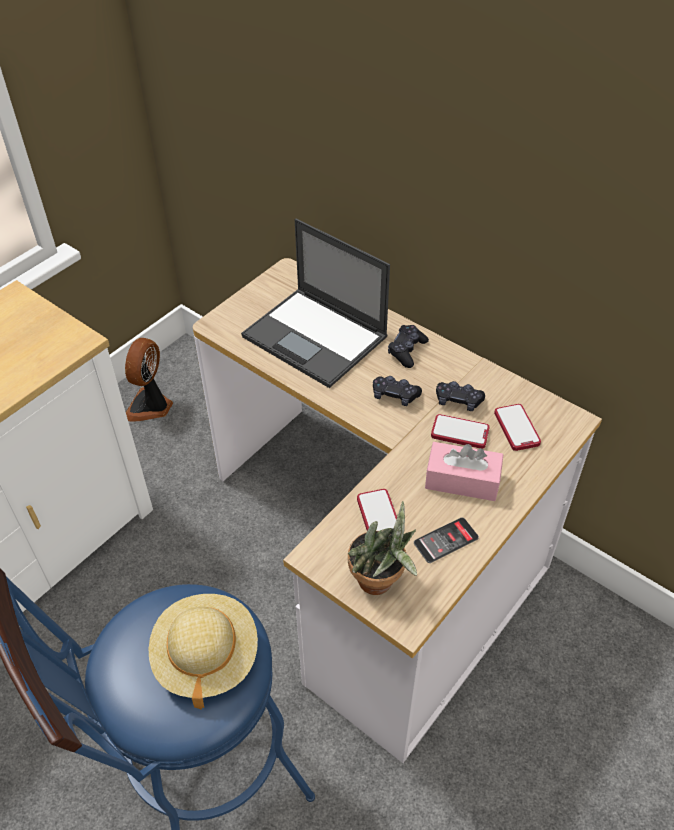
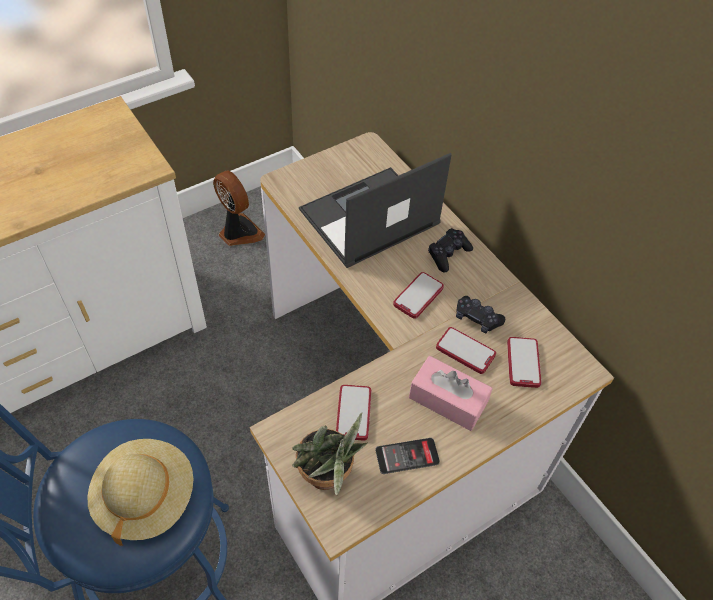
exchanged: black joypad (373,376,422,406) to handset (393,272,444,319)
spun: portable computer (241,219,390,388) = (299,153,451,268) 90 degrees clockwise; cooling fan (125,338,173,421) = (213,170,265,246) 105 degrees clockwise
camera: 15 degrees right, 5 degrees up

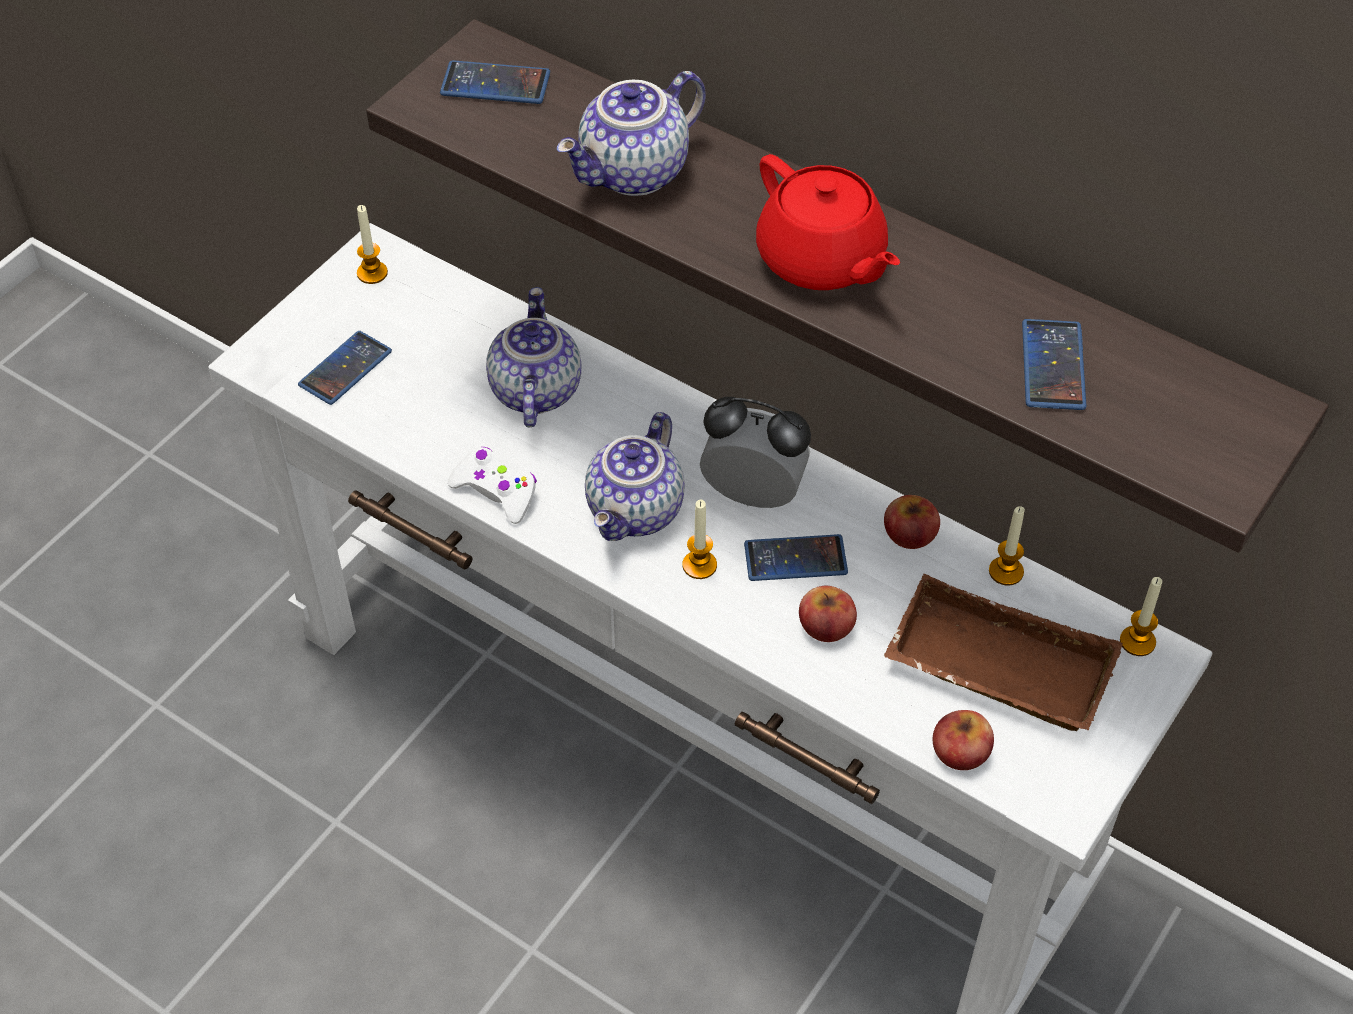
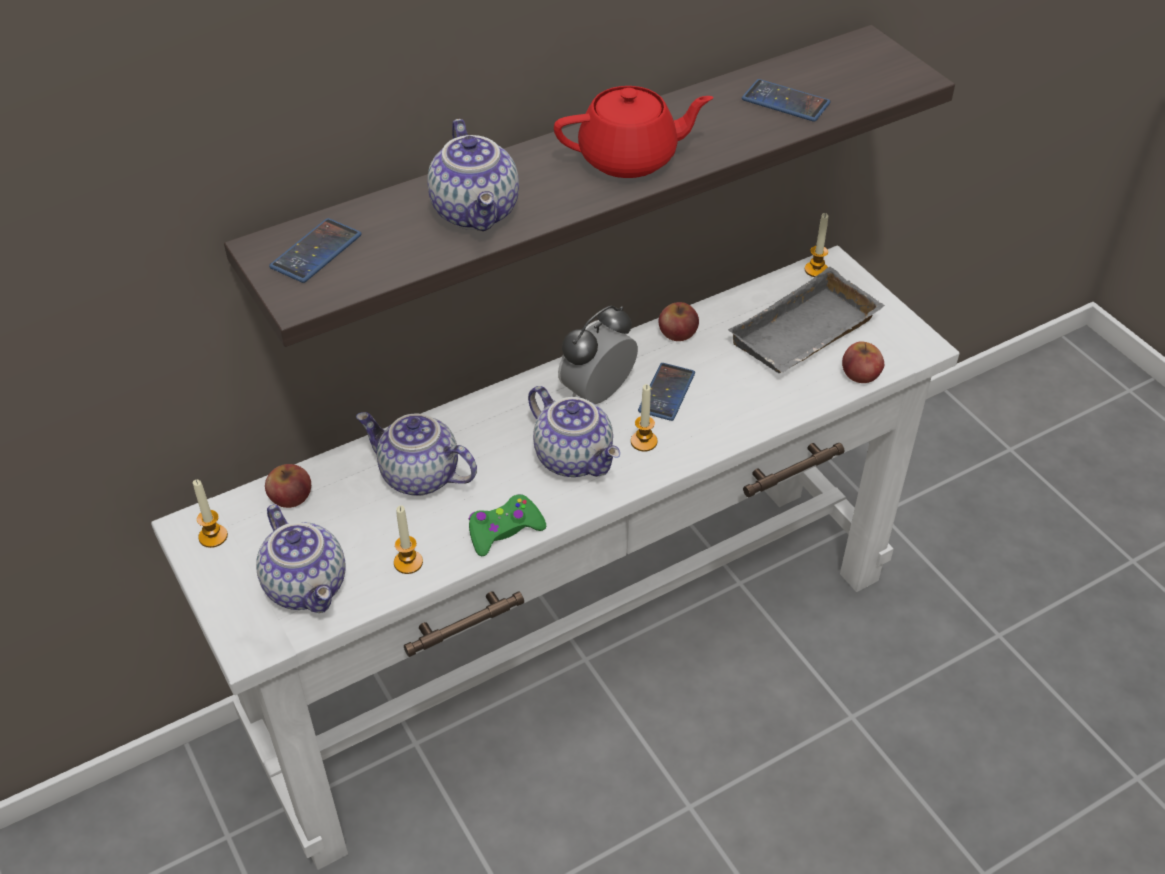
relocated: candle (989,506,1025,585) to (394,505,423,574); apple (799,586,857,642) to (265,464,311,508)
exchanged: handset (298,331,392,405) to pot for tea (256,504,345,613)
colour: white joypad (448,447,537,524) to green joypad (469,494,546,556); brownish carrying tray (884,574,1123,731) to grey carrying tray (728,267,885,373)
camera: 65 degrees left, 5 degrees down

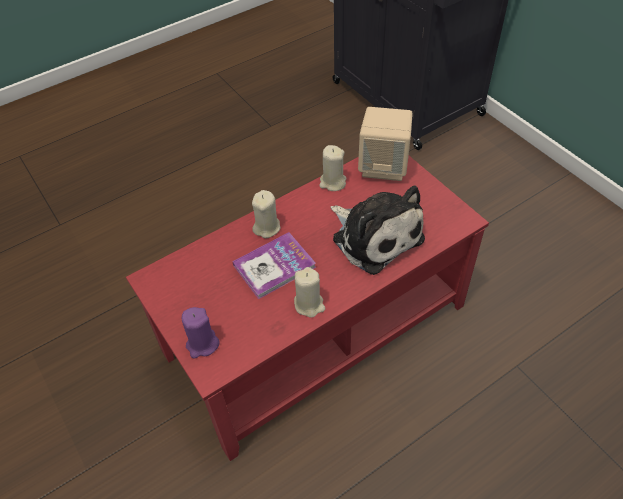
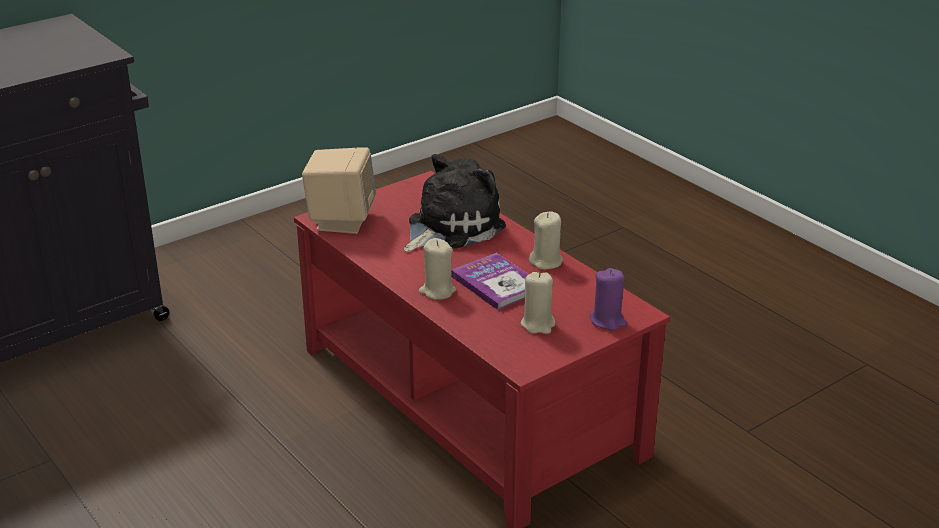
relocated: beige-coloured candle (319,145,346,191) to (521,272,555,334)
camera: 95 degrees left, 20 degrees down

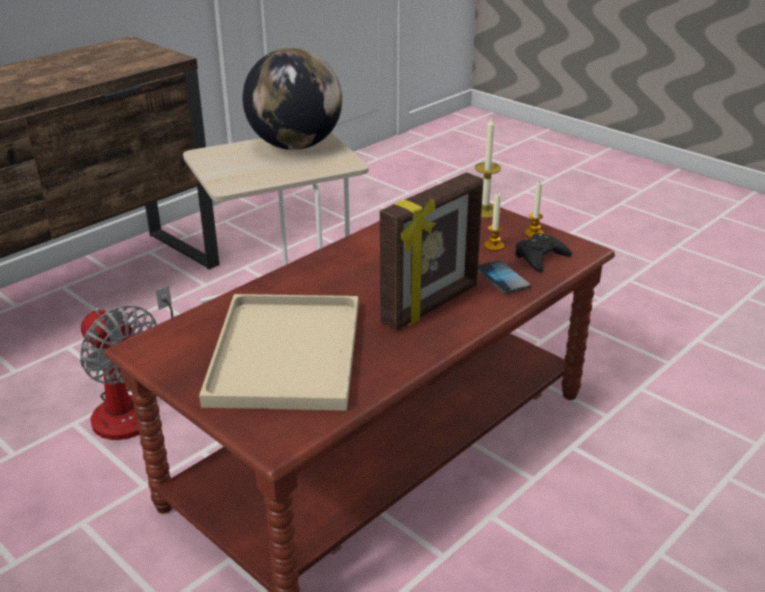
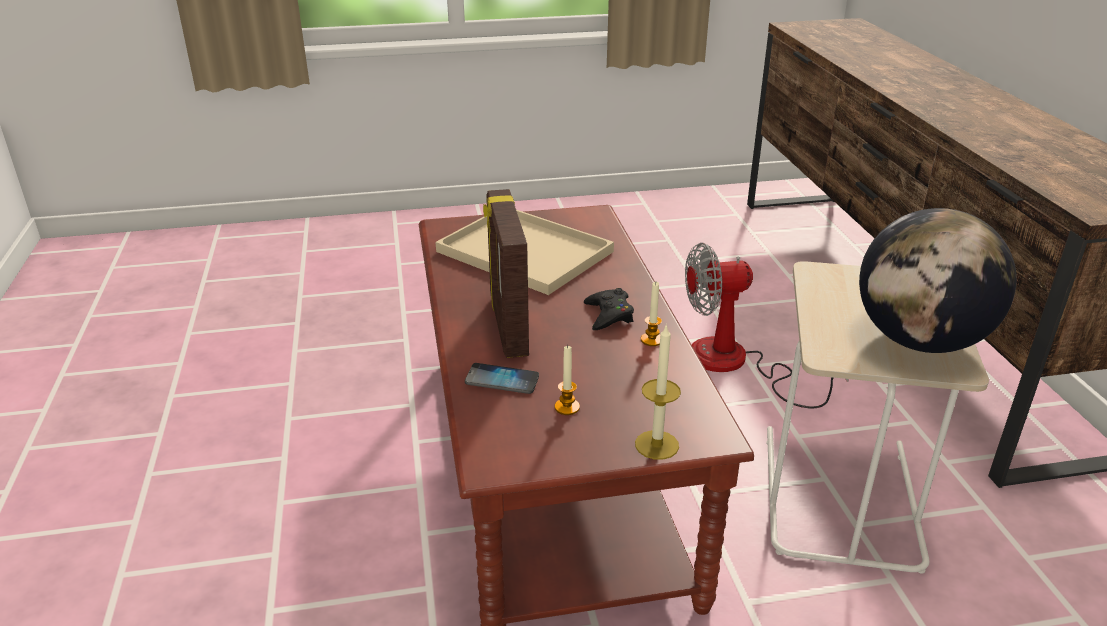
relocated: candle (524,181,544,238) to (641,282,662,346); black joypad (515,233,572,273) to (584,288,634,330)
camera: 125 degrees right, 0 degrees up

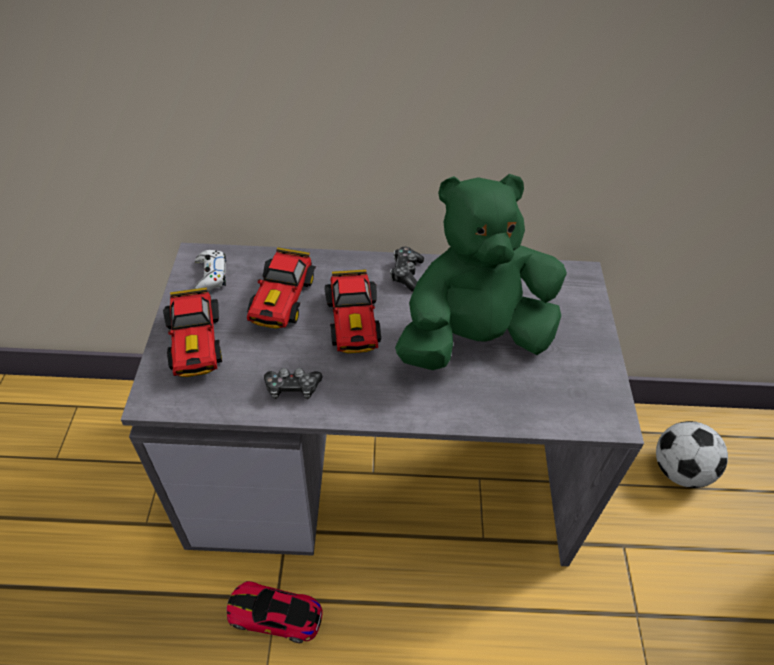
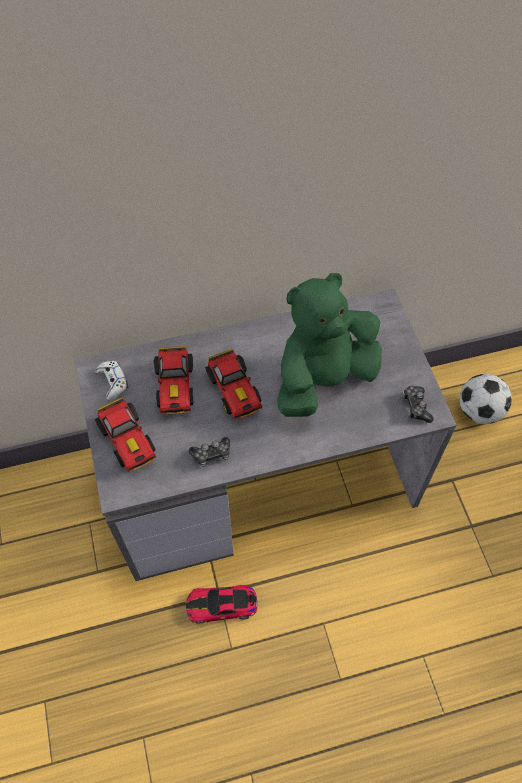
relocated: joypad (390,247,424,292) to (403,386,434,423)
camera: 15 degrees left, 10 degrees up

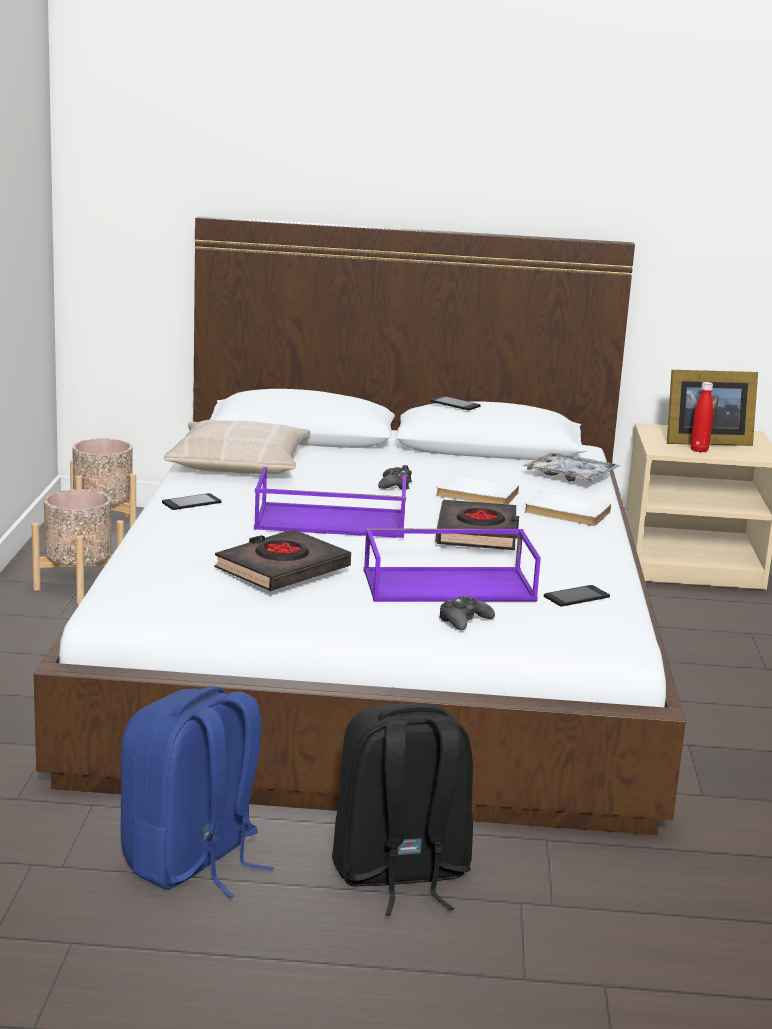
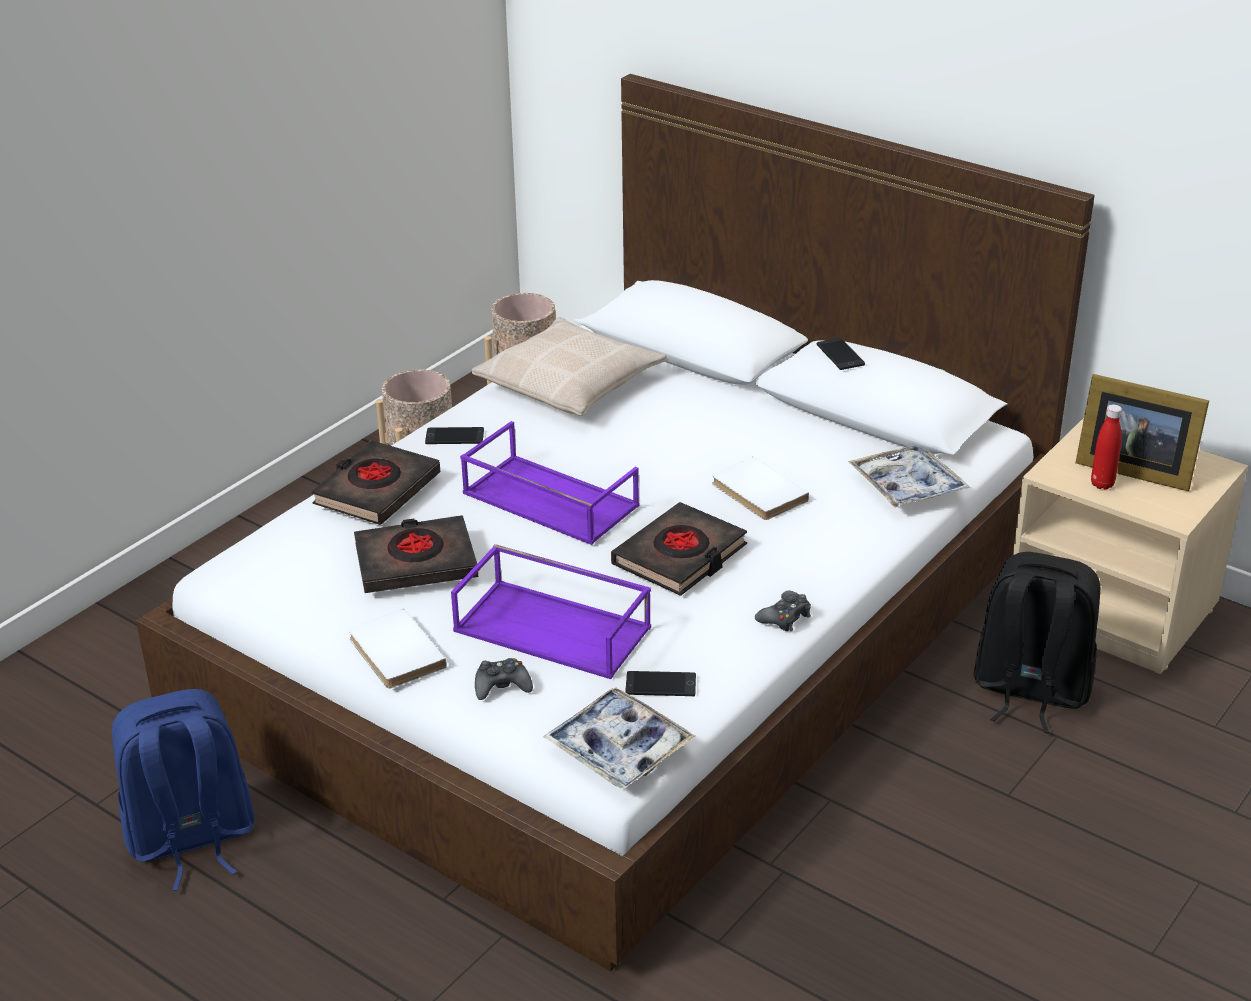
appeared: black book (312,440,440,525); carrying tray (543,688,695,788)
relocated: black joypad (378,465,412,490) to (755,590,811,631); white book (524,491,611,526) to (349,609,447,688); black rucksack (332,703,473,916) to (974,552,1100,733)
camera: 35 degrees right, 15 degrees up

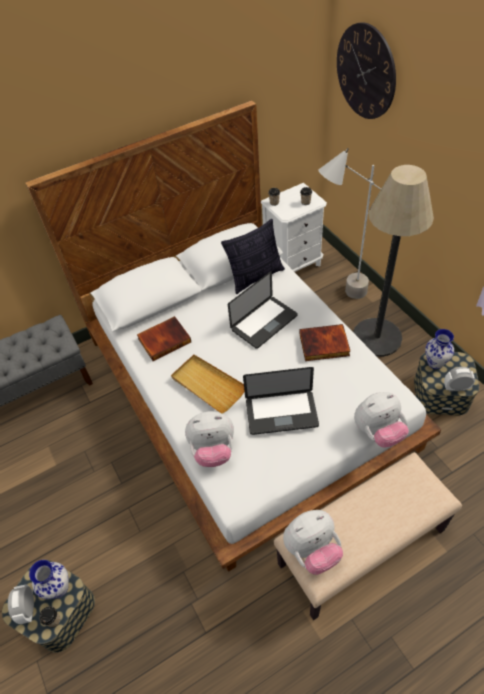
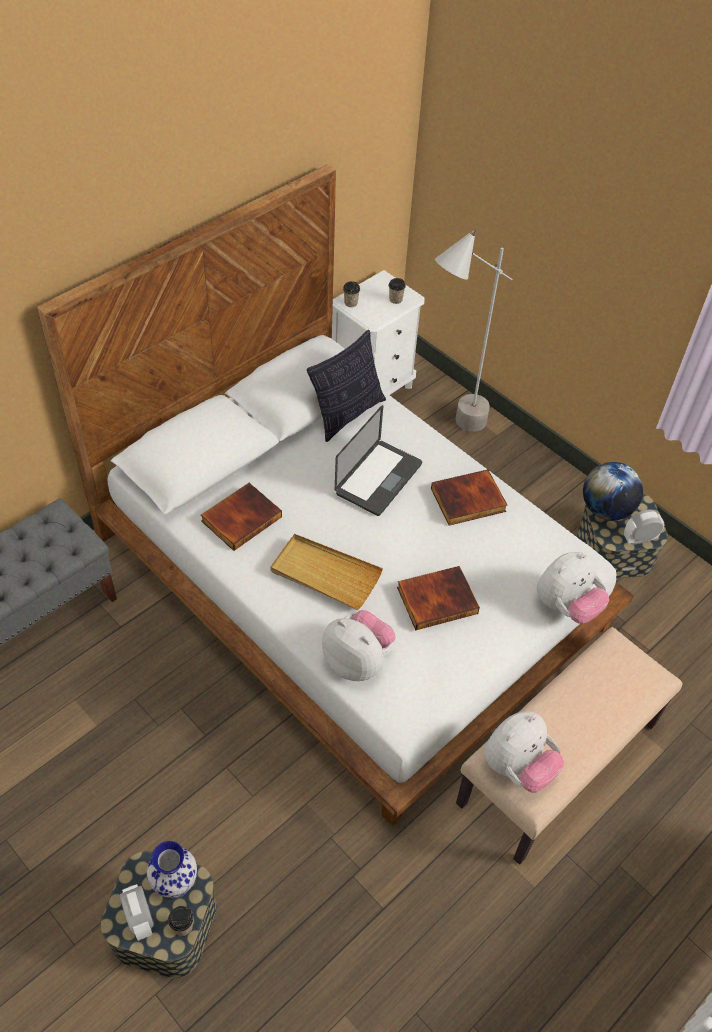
missing: clock on the wall (337,22,396,119); standard lamp (353,165,434,357)
exchanged: decorative vase (425,329,454,369) to world globe (583,462,643,520); portable computer (243,367,319,435) to book (397,566,480,631)
spun: cuddly toy (185,411,234,467) = (322,610,396,681) 120 degrees counterclockwise
camera: 20 degrees left, 0 degrees up

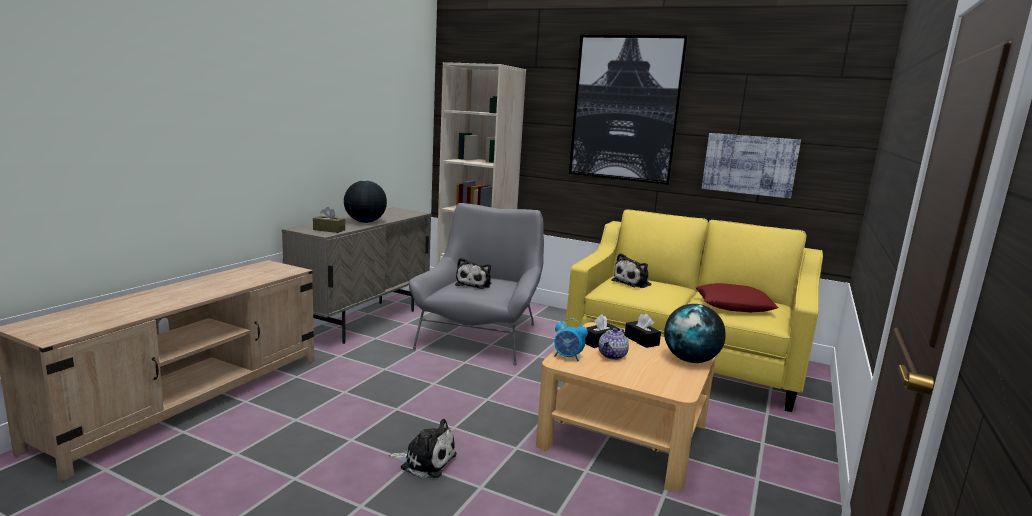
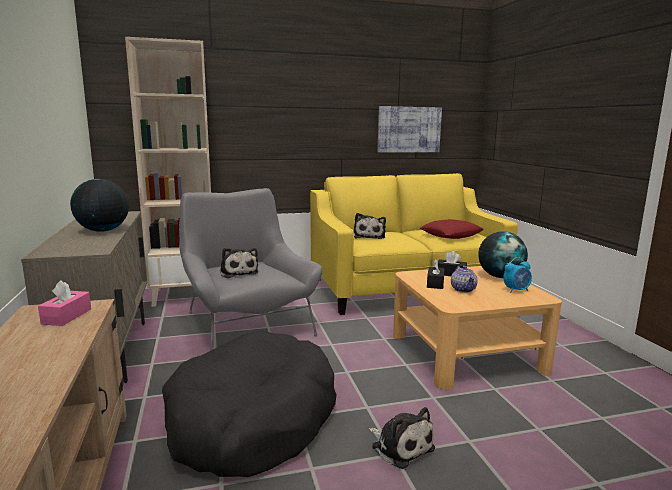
missing: wall picture (569,35,688,185); brownish tissue holder (313,207,345,233)
appeared: pink-coloured tissue holder (38,280,91,326); black dog cushion (162,331,337,477)
relocated: table clock (554,318,588,361) to (503,257,532,293)
spun: cuddly toy (389,419,457,478) = (369,407,435,469) 75 degrees clockwise
camera: 40 degrees left, 0 degrees up

